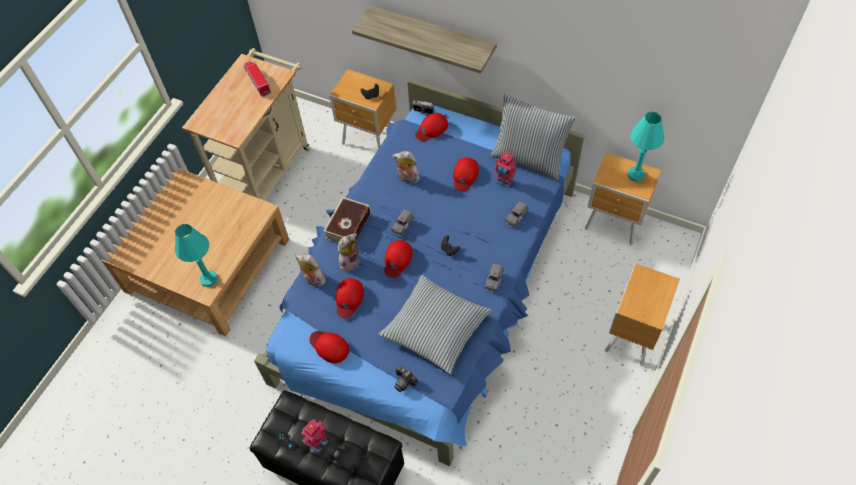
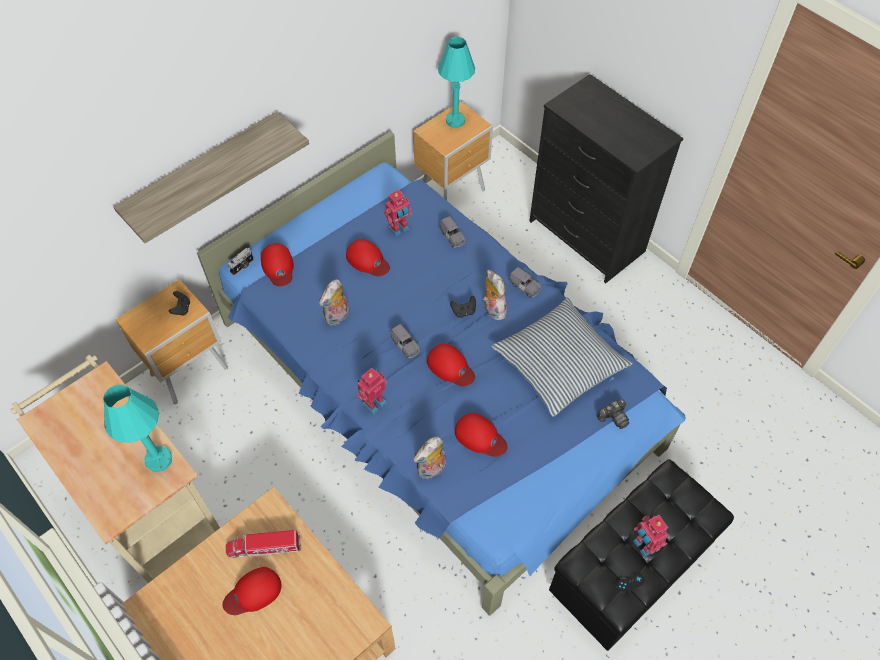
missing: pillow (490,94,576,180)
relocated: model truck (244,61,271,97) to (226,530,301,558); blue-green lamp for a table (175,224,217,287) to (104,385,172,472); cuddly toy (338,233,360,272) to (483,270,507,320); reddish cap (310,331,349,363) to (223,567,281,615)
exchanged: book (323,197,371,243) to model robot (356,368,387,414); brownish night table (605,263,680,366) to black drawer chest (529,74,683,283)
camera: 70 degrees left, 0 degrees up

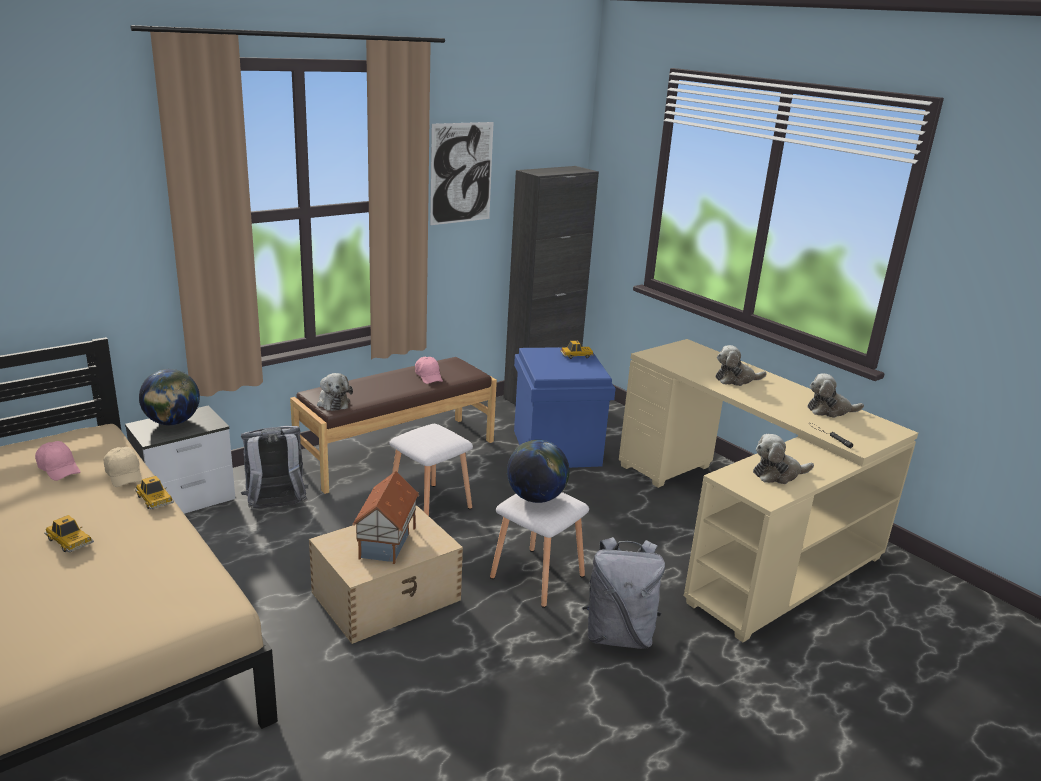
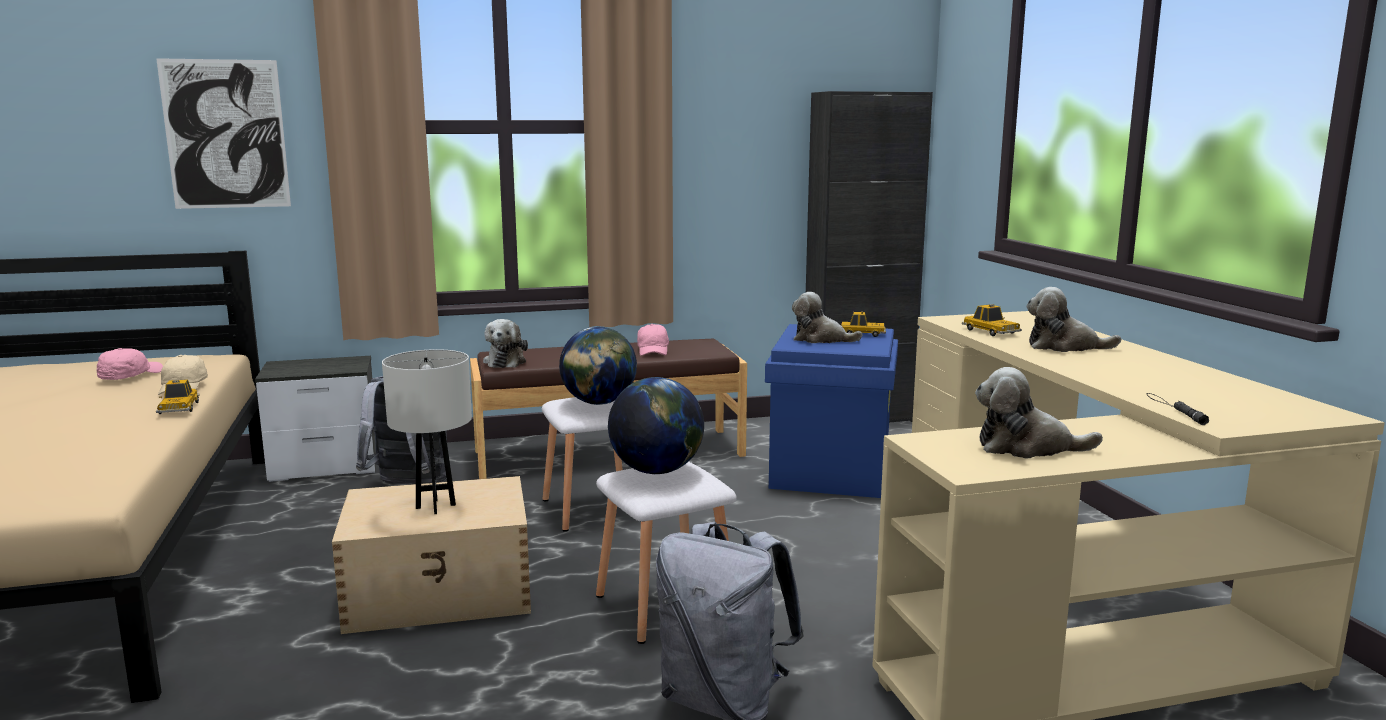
relocated: wall picture (430,122,494,225) to (156,58,291,209); world globe (139,369,200,425) to (559,327,637,405); cuddly toy (807,374,864,418) to (792,292,862,343); miniature car (44,515,94,553) to (962,304,1022,336)
exchanged: miniature house (352,471,420,564) to white lamp for a table (382,349,472,514)
spun: pink-coloured cap (35,441,81,481) = (97,348,163,380) 135 degrees counterclockwise
camera: 25 degrees right, 10 degrees down

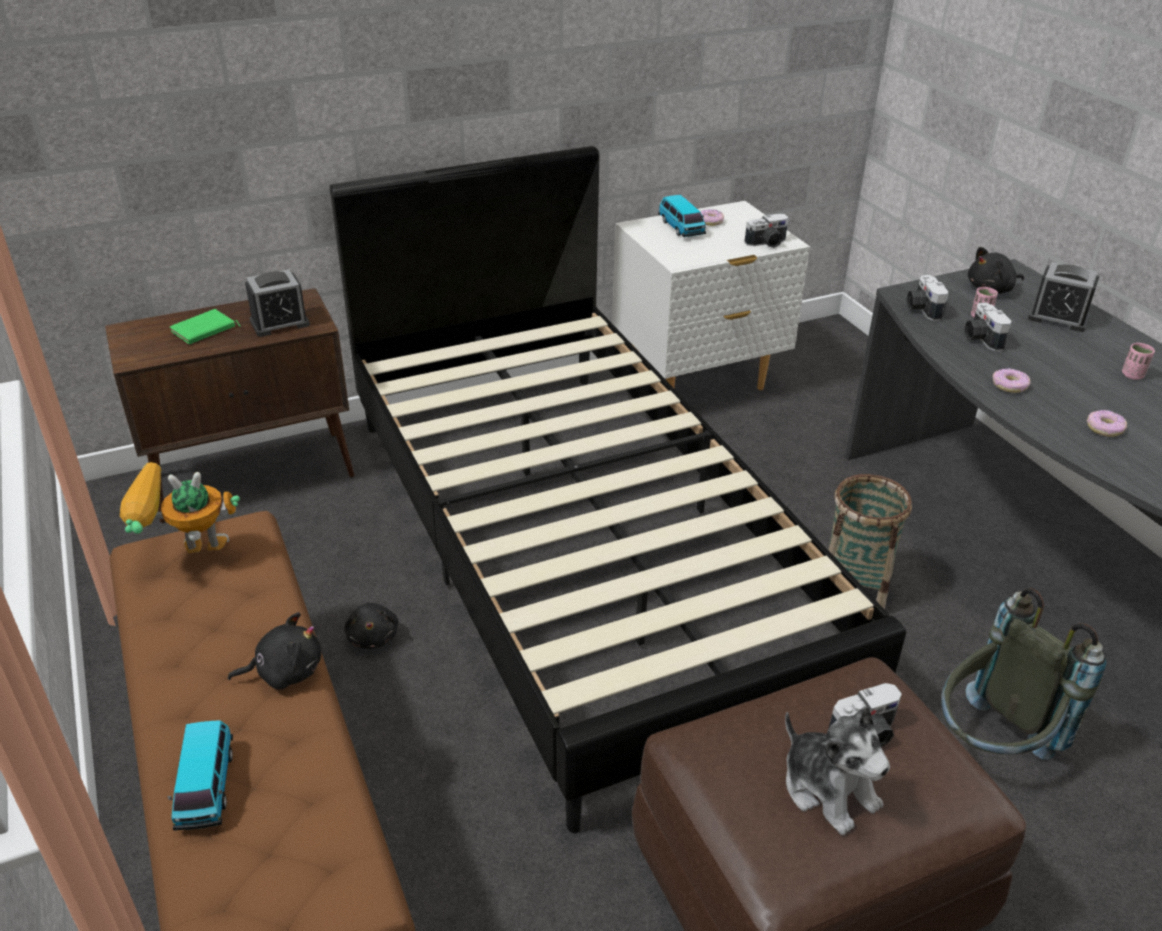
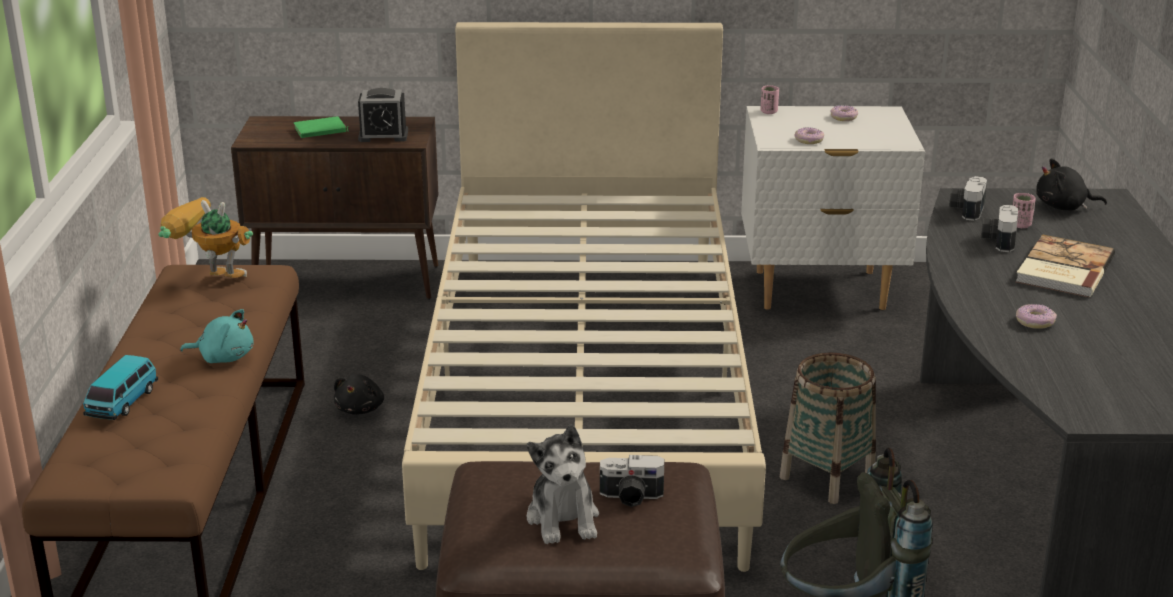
missing: miniature car (658,195,706,237); still camera (744,213,789,248); table clock (1028,262,1100,332)
appeared: book (1015,234,1115,297)
relocated: pink-coloured small cup (1122,343,1155,380) to (760,85,779,114); ring doughnut (992,368,1031,393) to (794,127,824,144)
colour: black sleeping bed (330,146,906,833) to beige-coloured sleeping bed (402,22,766,572); black cuddly toy (228,612,321,690) to blue-green cuddly toy (180,309,254,363)
camera: 25 degrees right, 10 degrees down

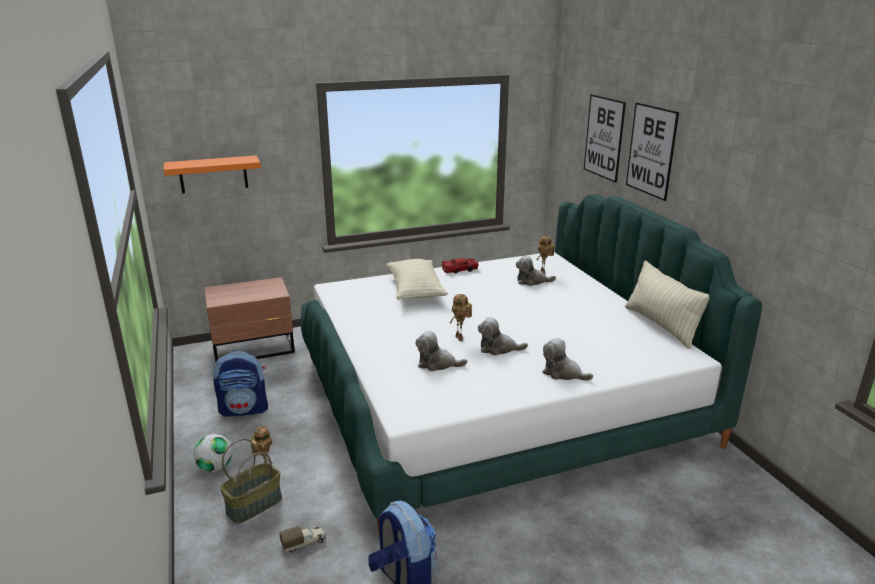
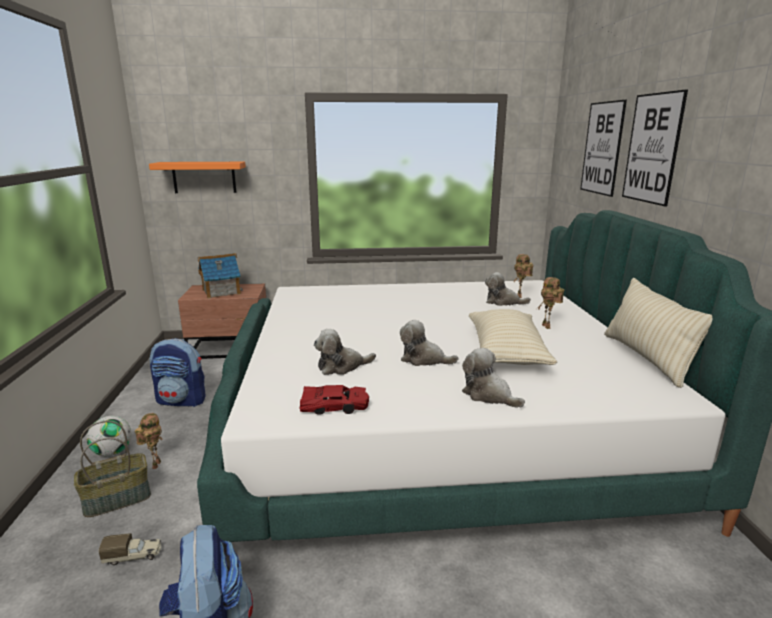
appeared: miniature house (197,253,243,299)
relocated: reddish miniature car (442,258,479,273) to (299,385,369,415); beige-coloured pillow (387,259,448,300) to (469,309,557,365); model robot (450,294,472,341) to (537,277,564,329)
spun: cuddly toy (416,331,467,371) = (314,329,376,375) 45 degrees counterclockwise
camera: 15 degrees right, 5 degrees down

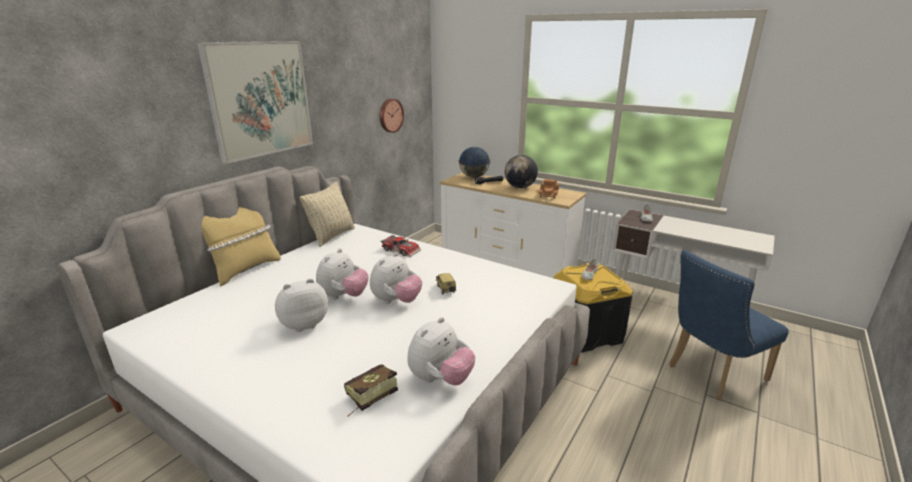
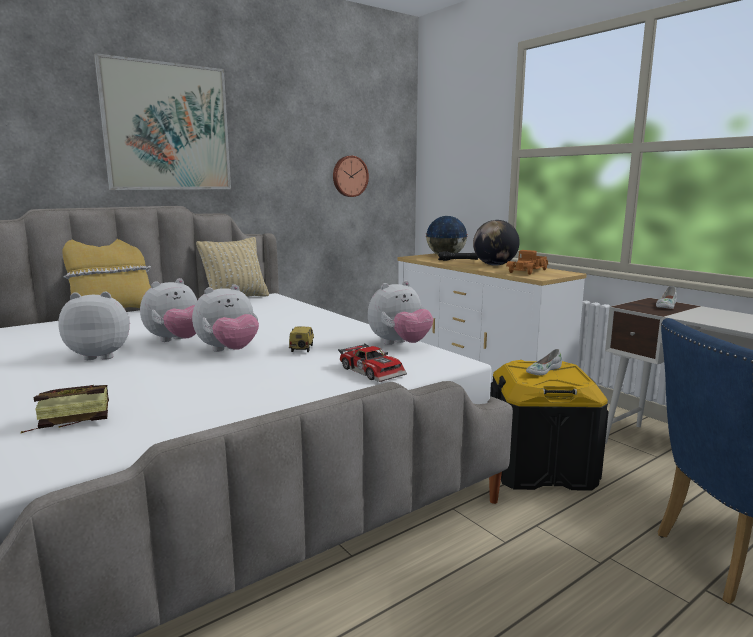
relocated: miniature car (381,235,421,257) to (338,343,407,382); cuddly toy (407,317,475,385) to (368,281,433,345)
camera: 20 degrees right, 10 degrees down

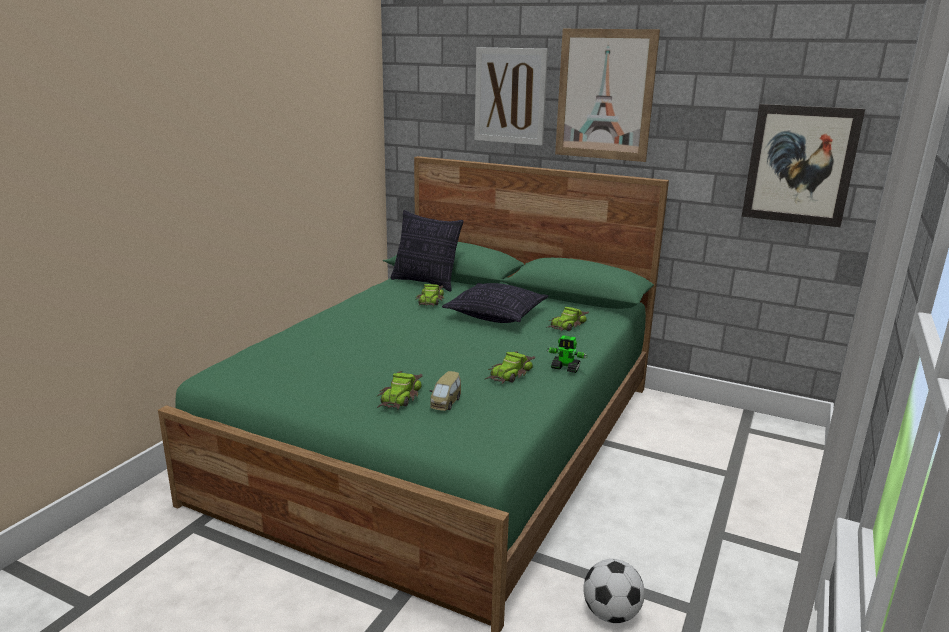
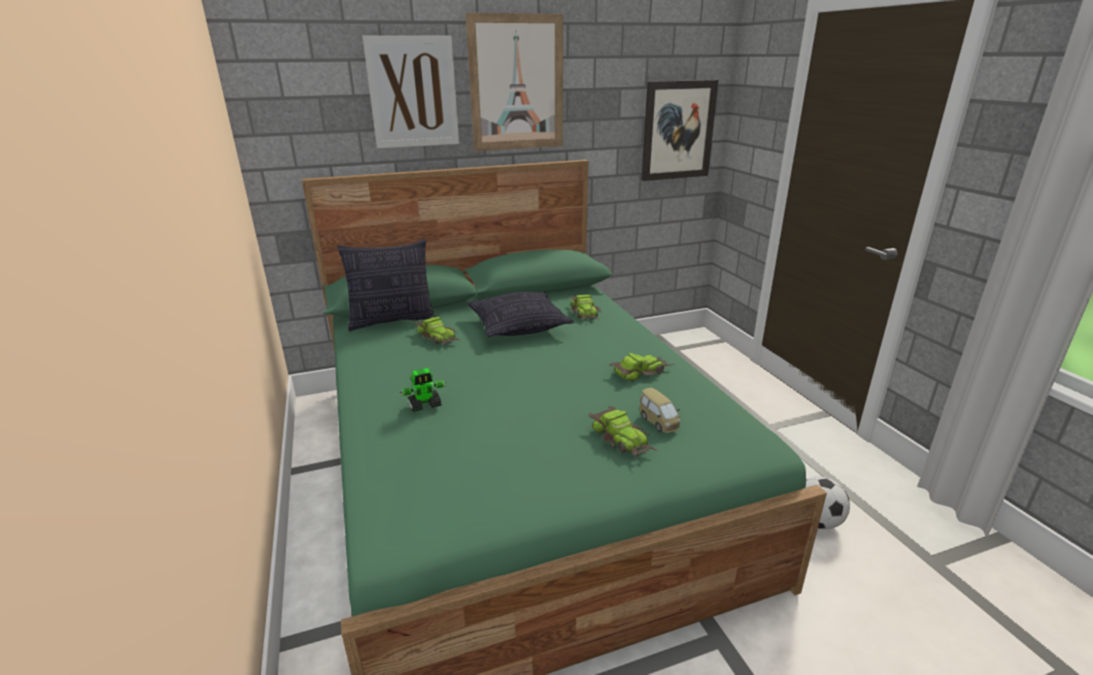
relocated: model robot (547,335,587,373) to (399,368,447,412)
spun: miniature car (485,351,535,385) = (610,353,674,382) 105 degrees counterclockwise
camera: 45 degrees left, 5 degrees up

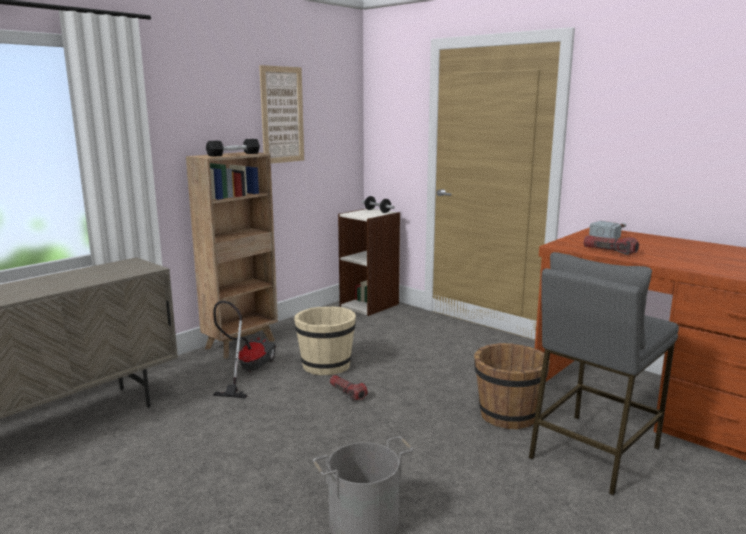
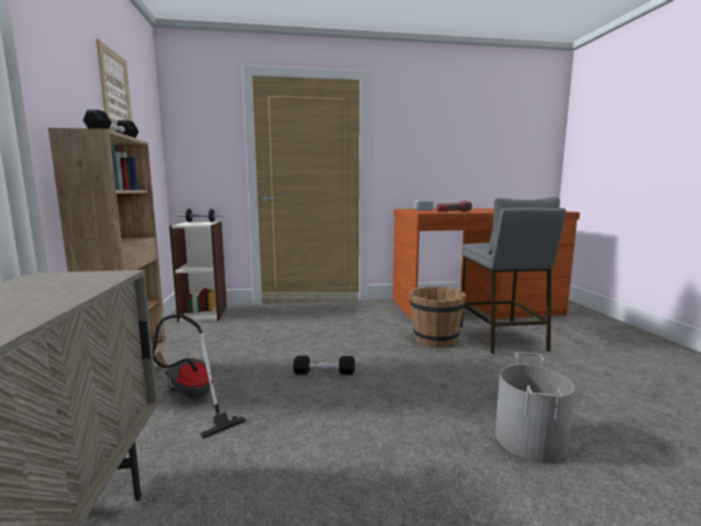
missing: beige-coloured pail (294,306,356,375)
exchanged: torch (330,375,368,401) to black hand weight (293,356,355,375)
camera: 50 degrees left, 5 degrees down

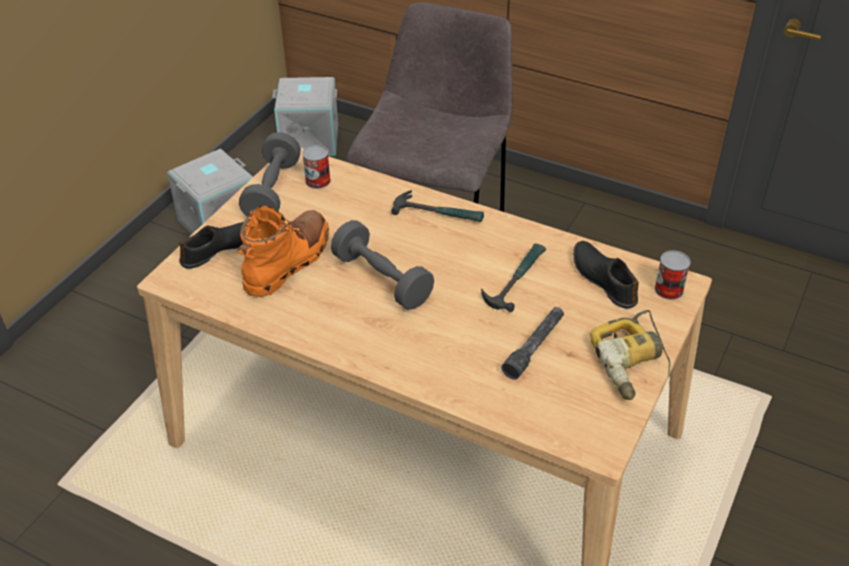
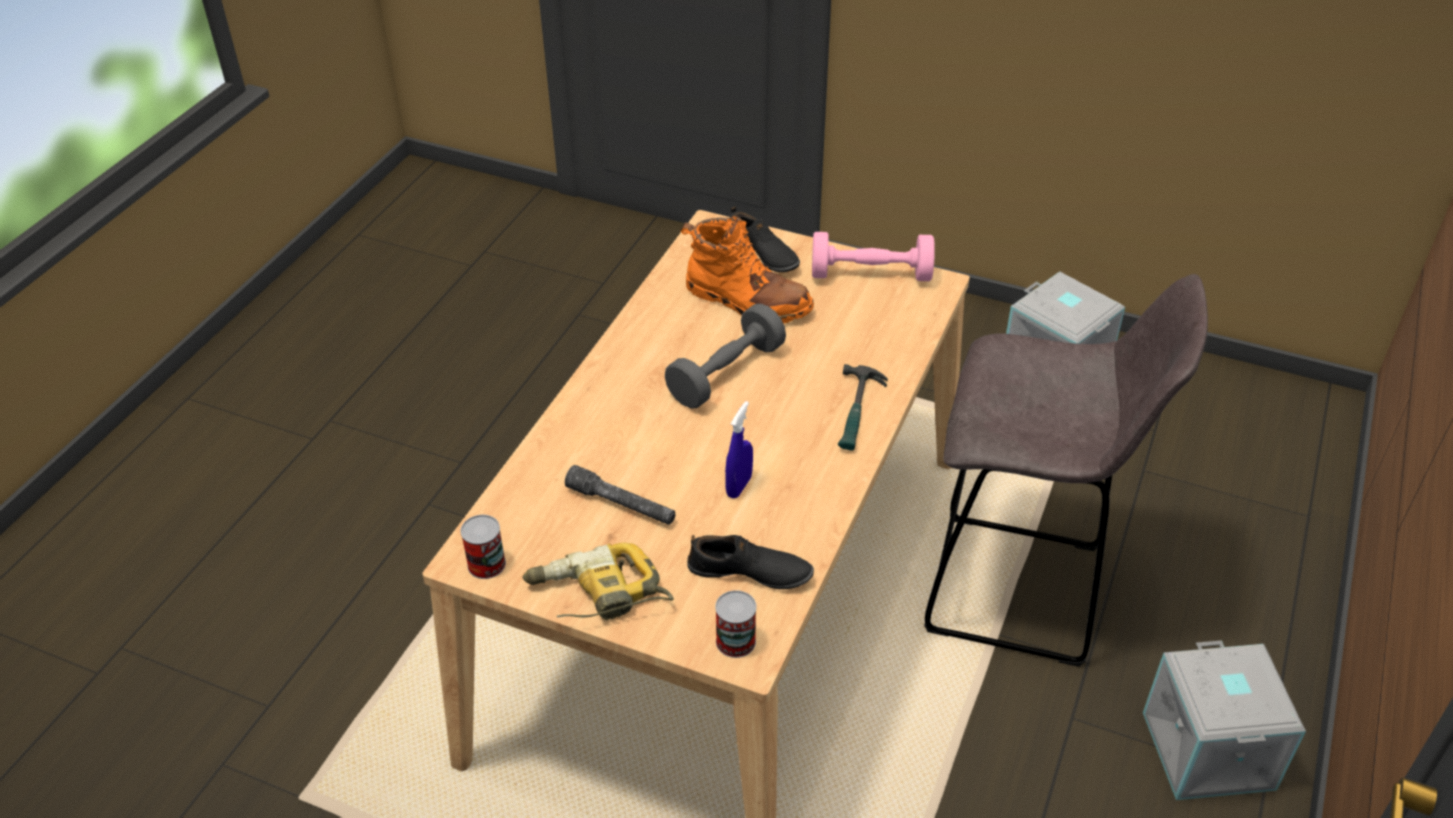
relocated: grey storage bin (272,77,338,156) to (1143,640,1306,800); sealed can (302,145,331,189) to (460,515,506,579)
exchanged: hand hammer (481,243,546,312) to blue spray bottle (725,401,753,498)
colour: grey hand weight (239,132,301,217) to pink-coloured hand weight (812,232,935,281)
spun: black low shoe (573,241,638,309) = (687,535,814,589) 45 degrees clockwise
camera: 85 degrees right, 0 degrees up

